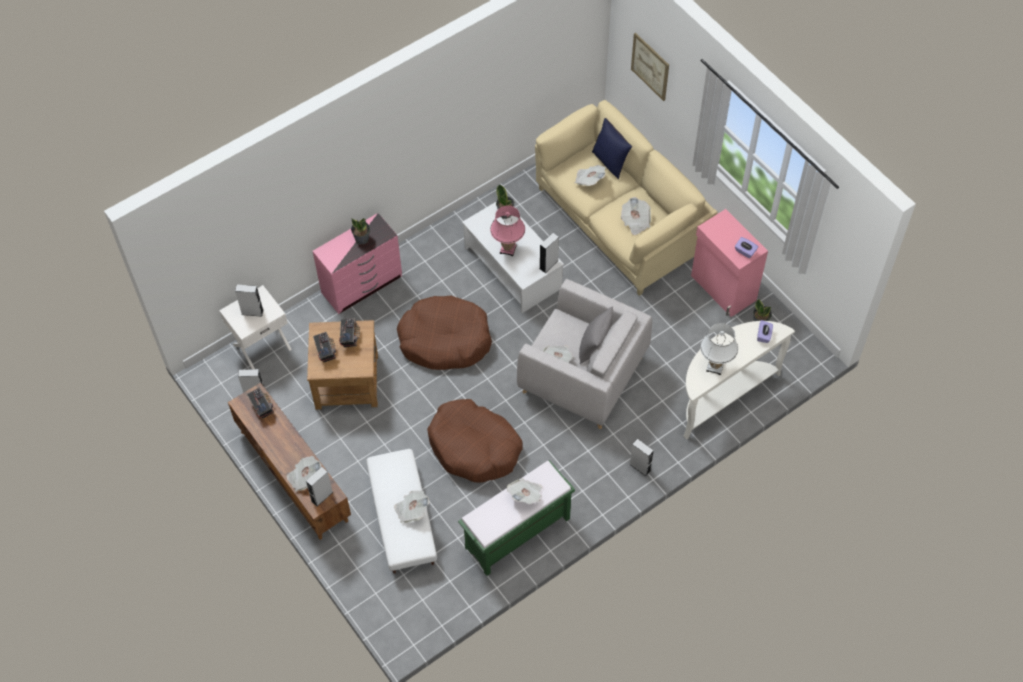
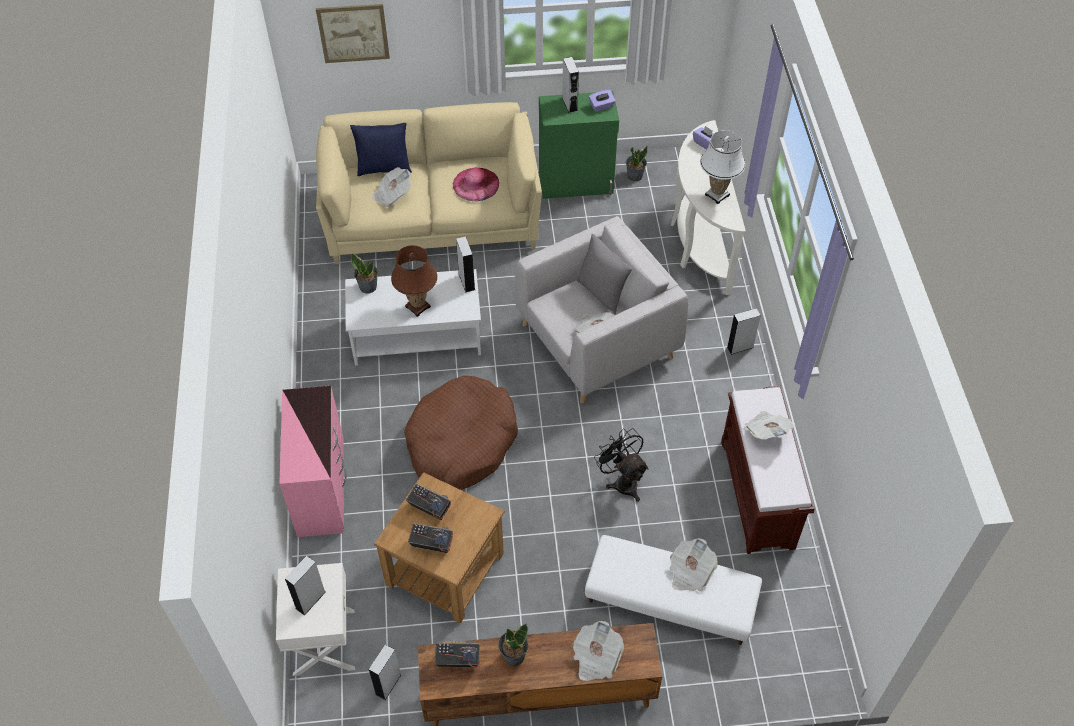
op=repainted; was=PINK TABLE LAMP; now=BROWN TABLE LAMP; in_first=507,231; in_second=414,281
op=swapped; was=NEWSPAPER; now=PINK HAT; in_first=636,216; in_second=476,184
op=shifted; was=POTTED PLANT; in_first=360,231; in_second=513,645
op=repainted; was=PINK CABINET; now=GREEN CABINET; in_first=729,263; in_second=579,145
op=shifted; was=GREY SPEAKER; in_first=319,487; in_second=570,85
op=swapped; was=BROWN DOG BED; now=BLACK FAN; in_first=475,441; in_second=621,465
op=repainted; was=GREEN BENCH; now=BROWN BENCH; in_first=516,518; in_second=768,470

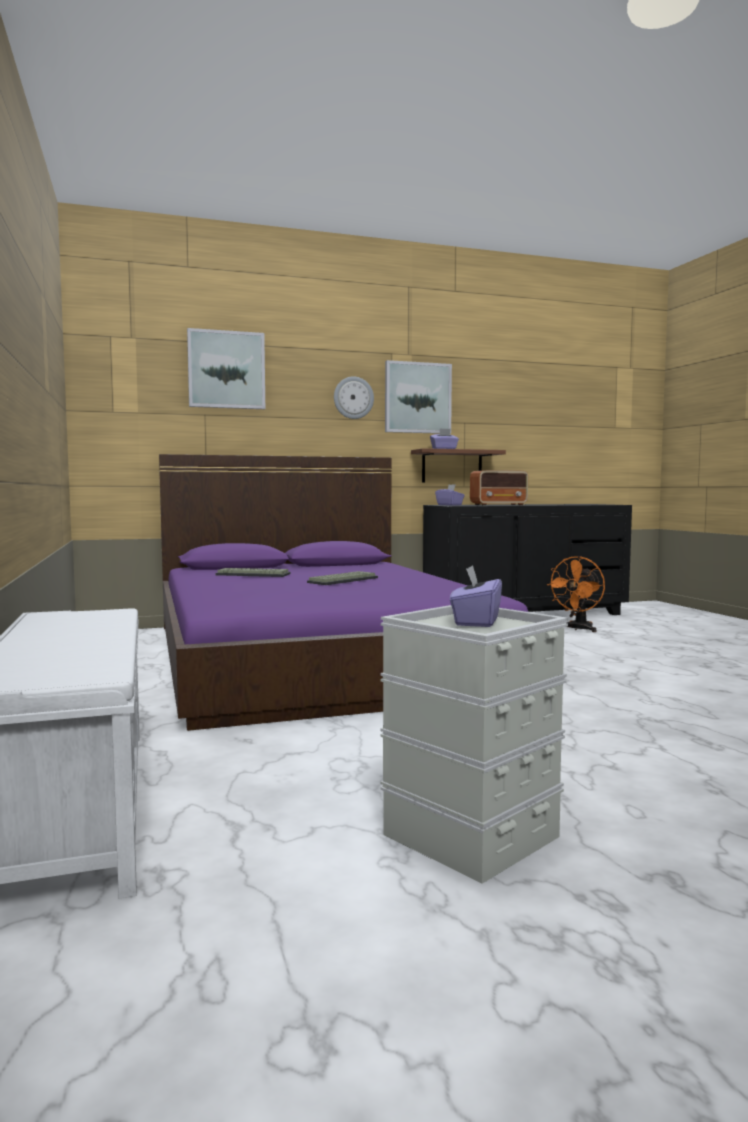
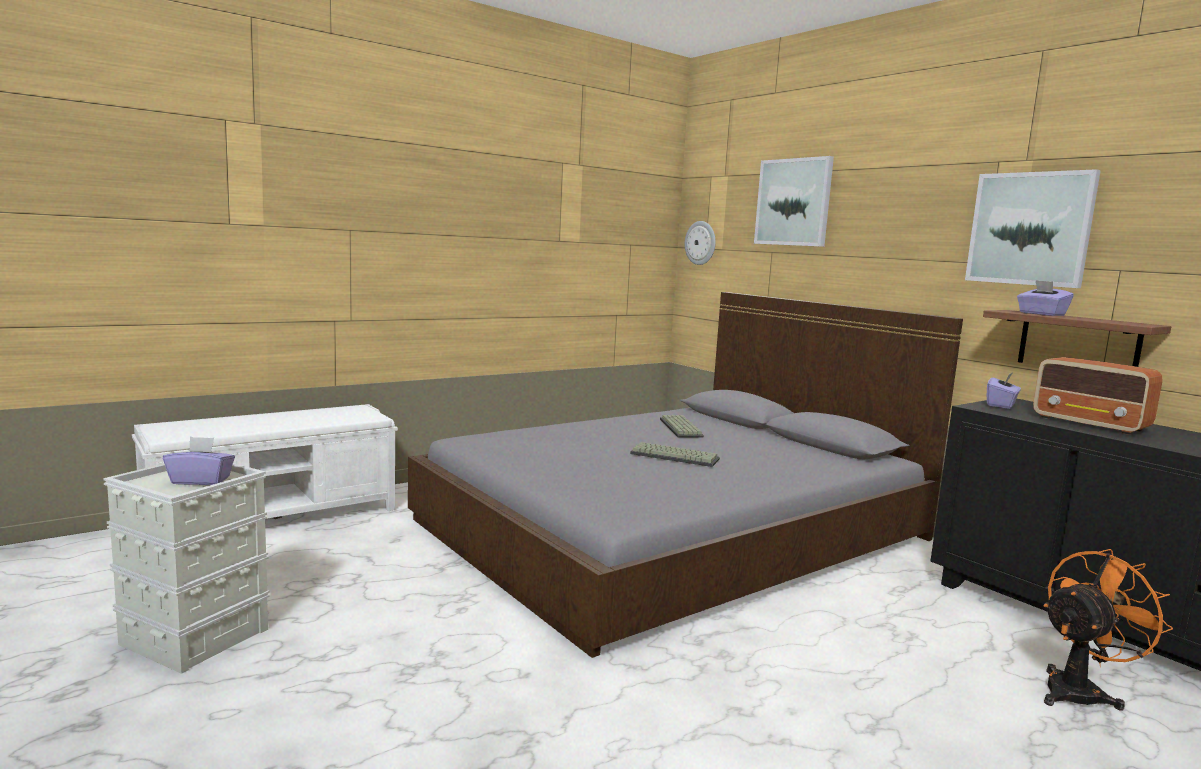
op=repainted; was=PURPLE BED; now=GREY BED; in_first=343,592; in_second=685,475
op=shifted; was=WALL CLOCK; in_first=354,397; in_second=700,243
op=rotated; was=ORANGE FAN; in_first=576,594; in_second=1108,630; clockwise=135

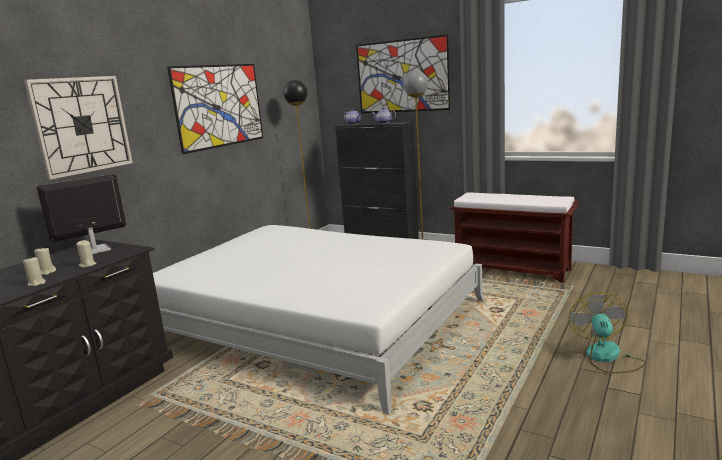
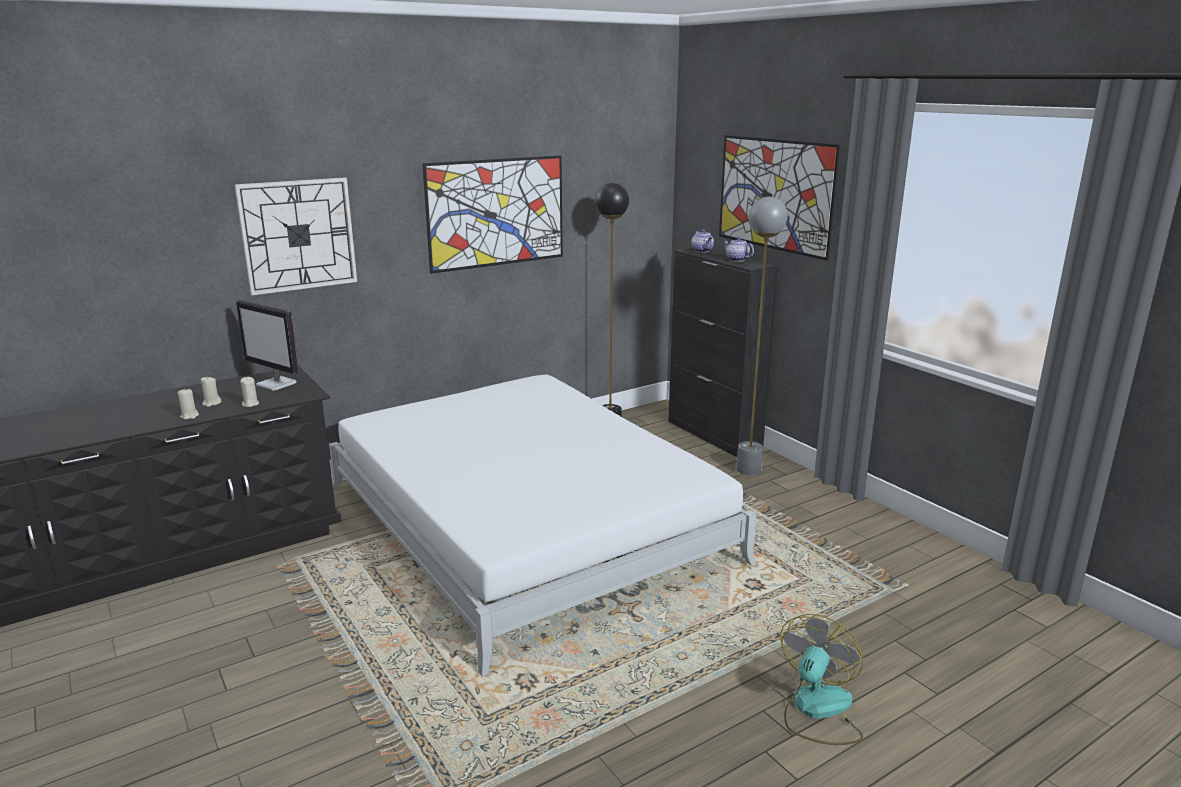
op=rotated; was=MONITOR; in_first=81,213; in_second=267,345; clockwise=-135
op=gone; was=BROWN BENCH; in_first=514,237

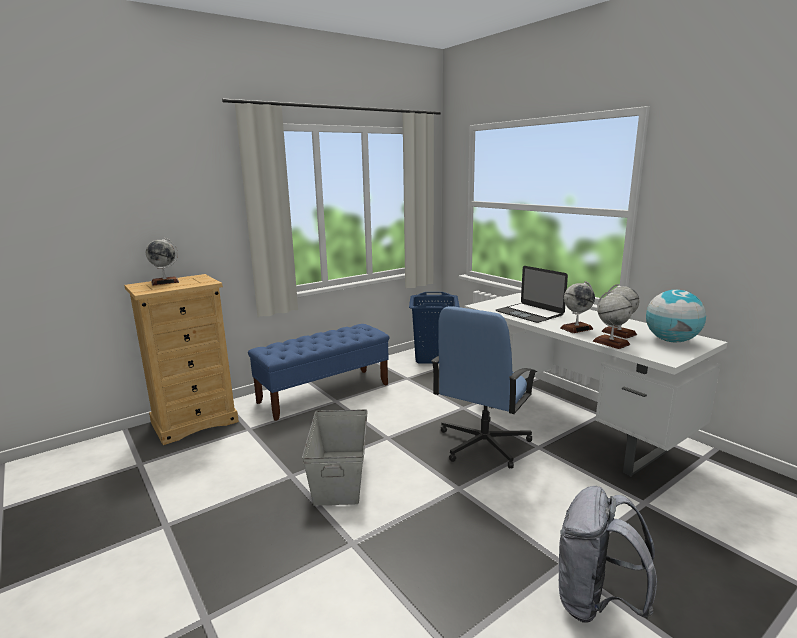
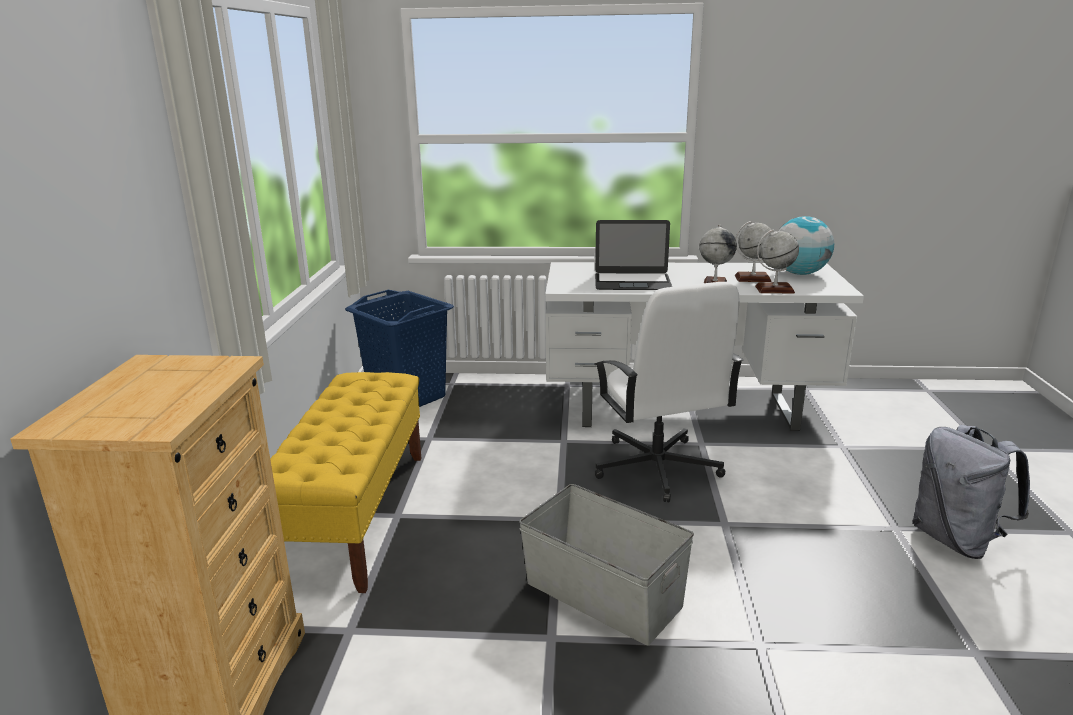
op=repainted; was=BLUE BENCH; now=YELLOW BENCH; in_first=318,372; in_second=345,482
op=repainted; was=BLUE OFFICE CHAIR; now=WHITE OFFICE CHAIR; in_first=484,387; in_second=669,392
op=gone; was=GLOBE; in_first=162,262

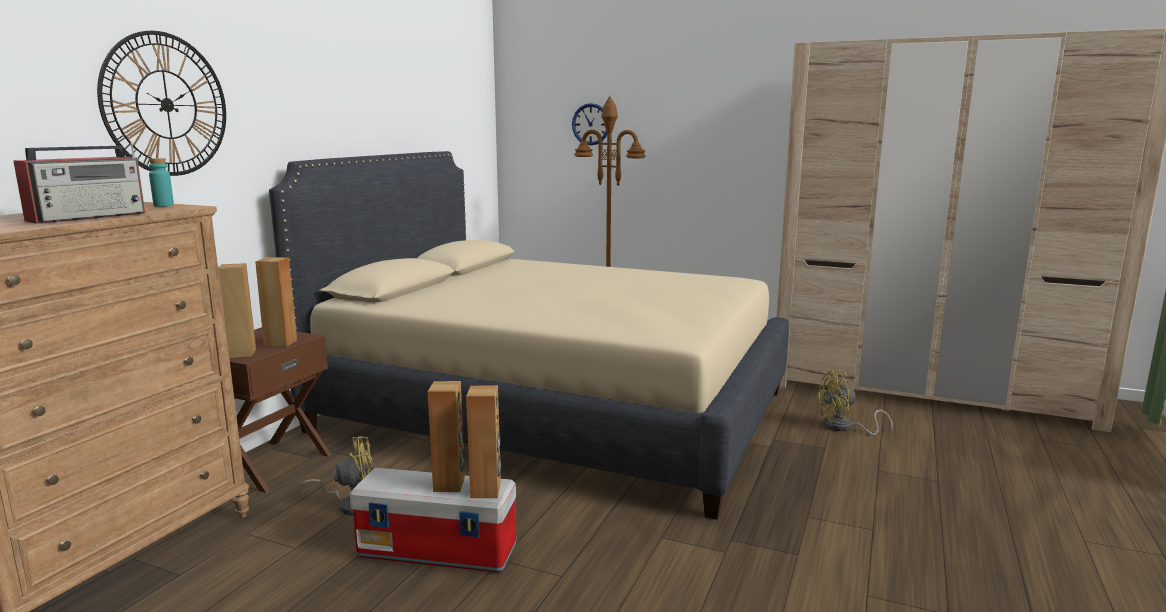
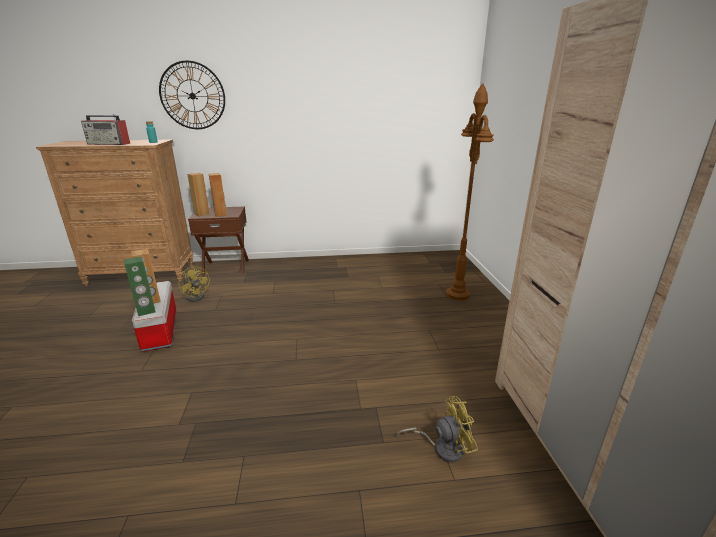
op=repainted; was=BROWN SPEAKER; now=GREEN SPEAKER; in_first=483,441; in_second=140,286
op=rotated; was=YELLOW FAN; in_first=853,402; in_second=437,429; clockwise=120
op=gone; was=BEIGE BED; in_first=529,335
op=gone; was=WALL CLOCK; in_first=589,124

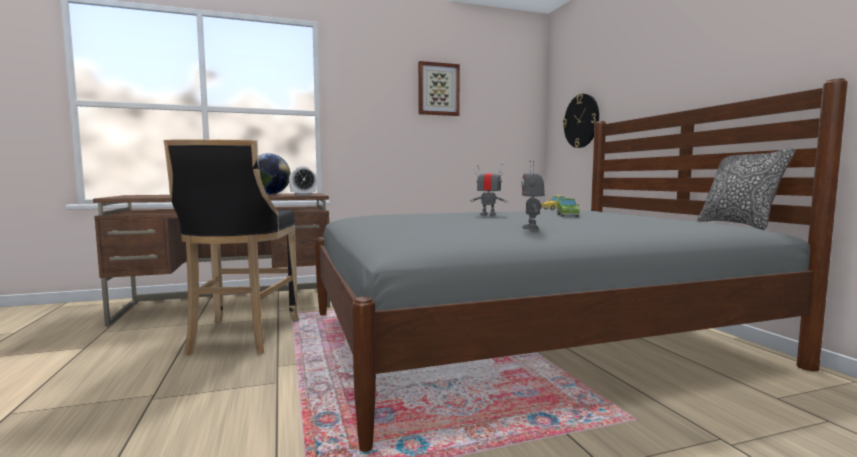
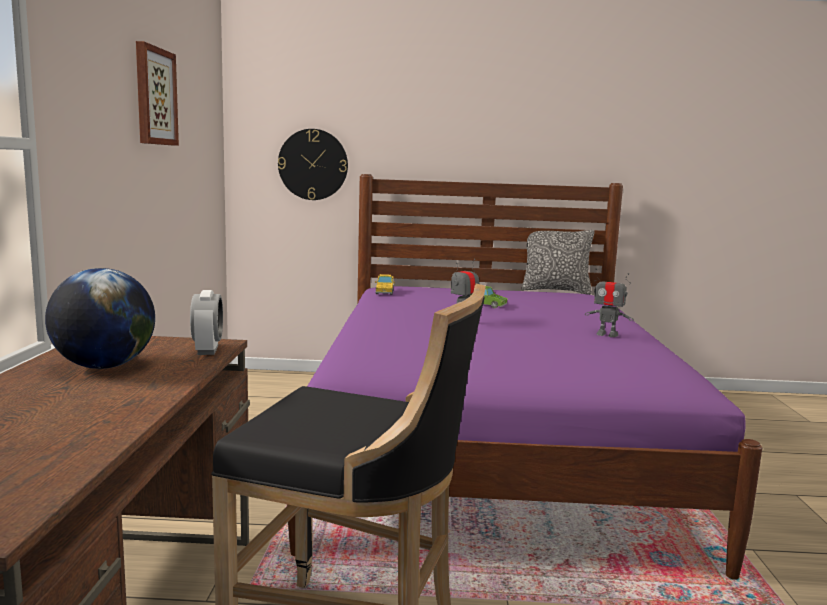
op=repainted; was=GREY BED; now=PURPLE BED; in_first=581,265; in_second=524,377

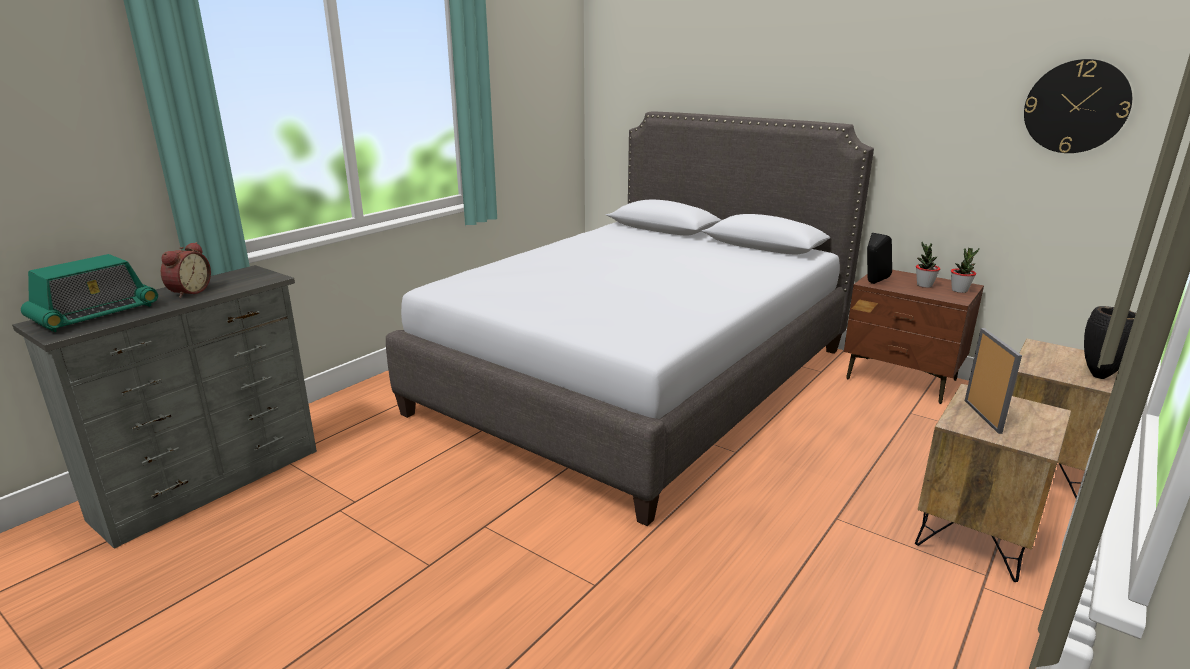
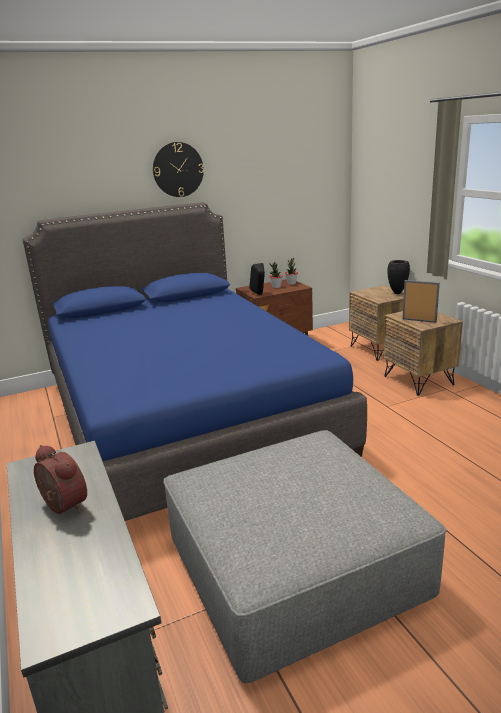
op=repainted; was=GREY BED; now=BLUE BED; in_first=630,318; in_second=194,361
op=shifted; was=WALL CLOCK; in_first=1078,106; in_second=178,169
op=new; now=GREY OTTOMAN; in_second=305,557
op=gone; was=RADIO; in_first=89,293

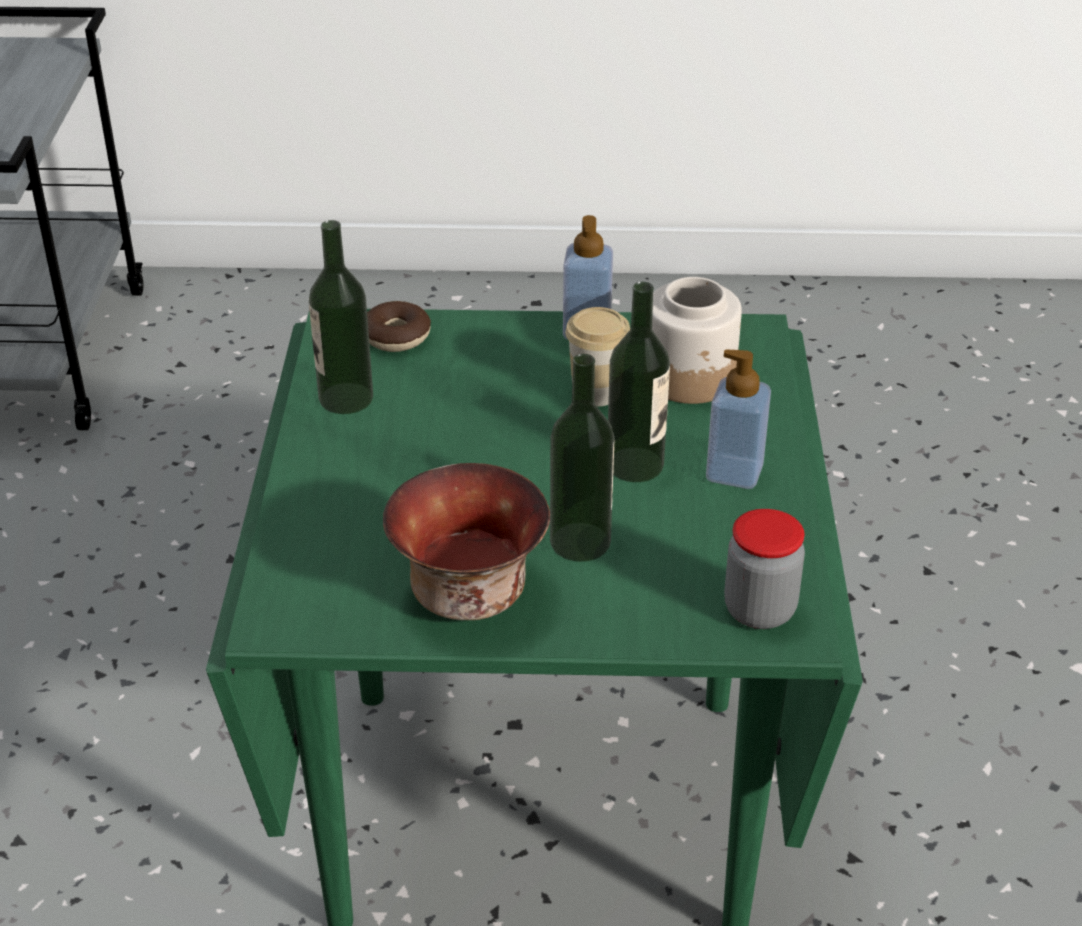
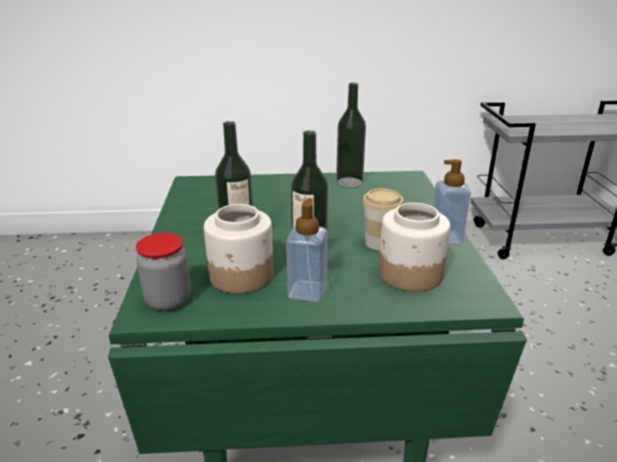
op=new; now=JAR; in_second=238,249
op=gone; was=DONUT; in_first=399,326
op=gone; was=BOWL; in_first=466,541

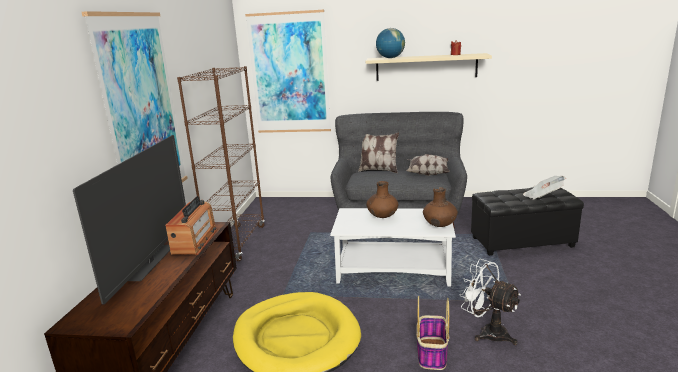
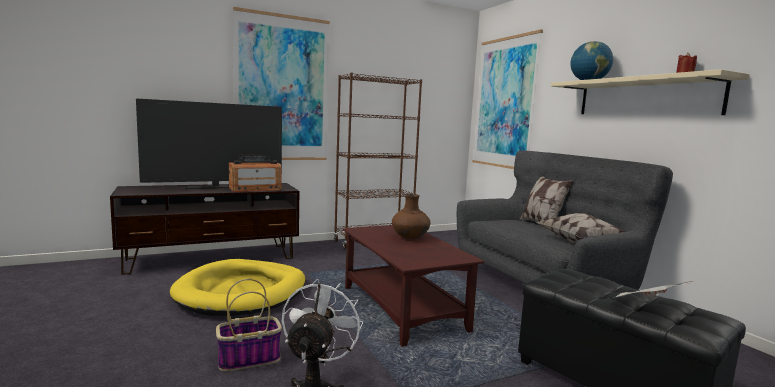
op=repainted; was=WHITE COFFEE TABLE; now=BROWN COFFEE TABLE; in_first=393,247; in_second=413,286
op=gone; was=BROWN VASE; in_first=440,207

